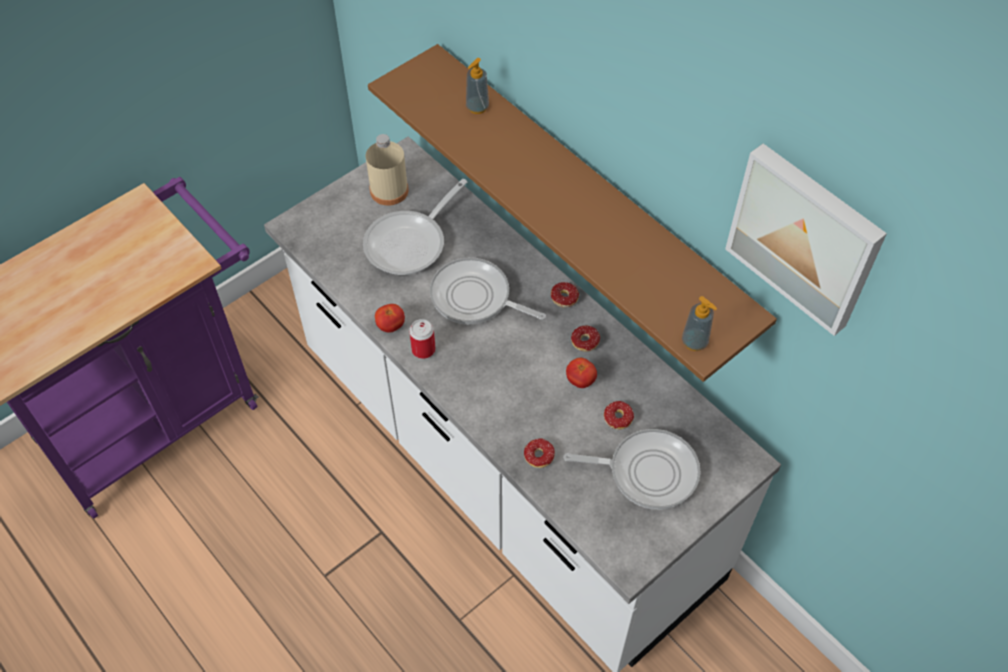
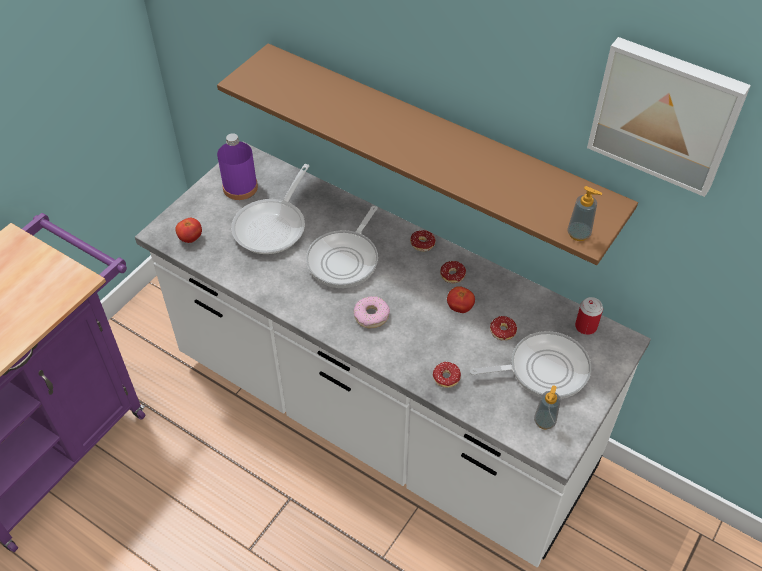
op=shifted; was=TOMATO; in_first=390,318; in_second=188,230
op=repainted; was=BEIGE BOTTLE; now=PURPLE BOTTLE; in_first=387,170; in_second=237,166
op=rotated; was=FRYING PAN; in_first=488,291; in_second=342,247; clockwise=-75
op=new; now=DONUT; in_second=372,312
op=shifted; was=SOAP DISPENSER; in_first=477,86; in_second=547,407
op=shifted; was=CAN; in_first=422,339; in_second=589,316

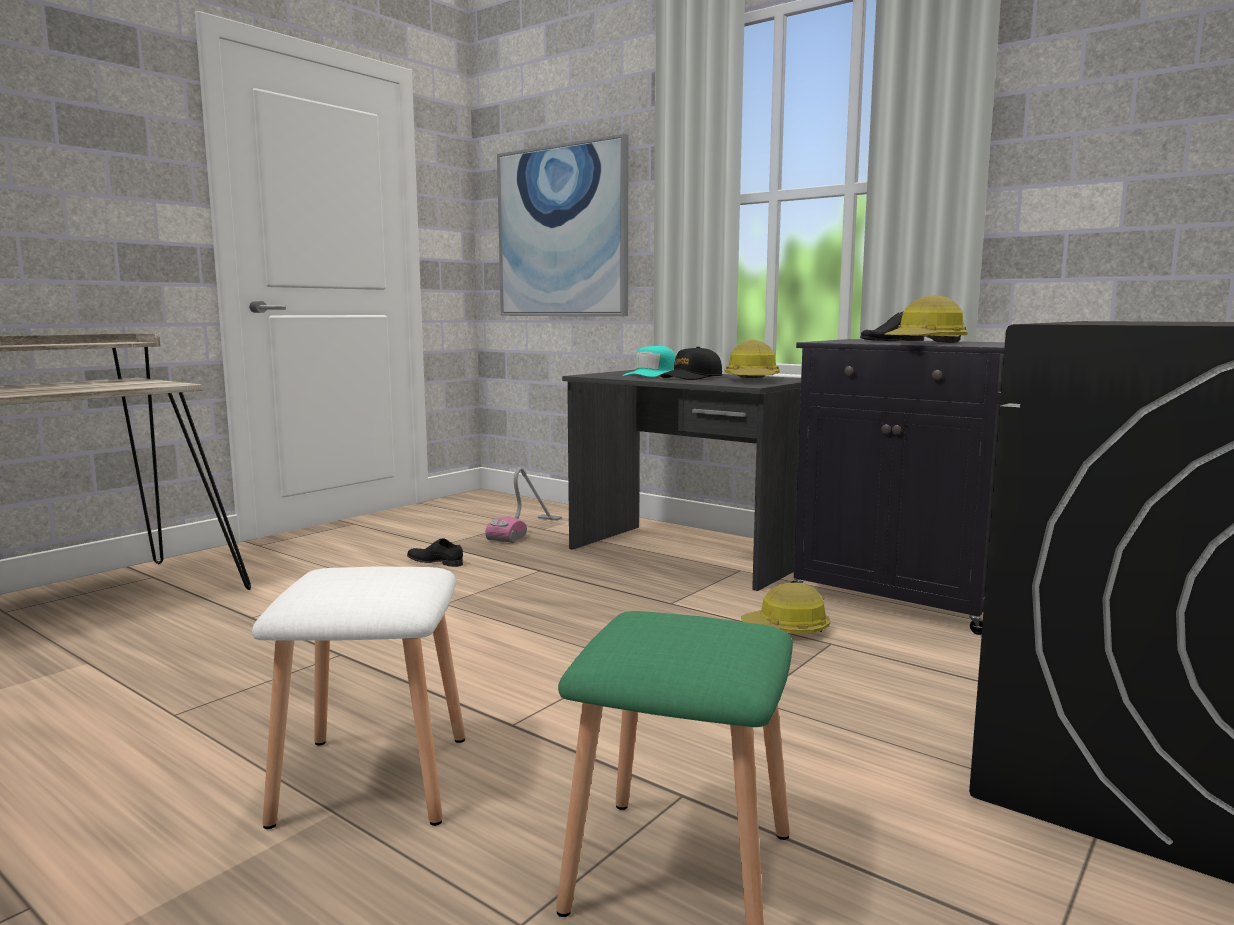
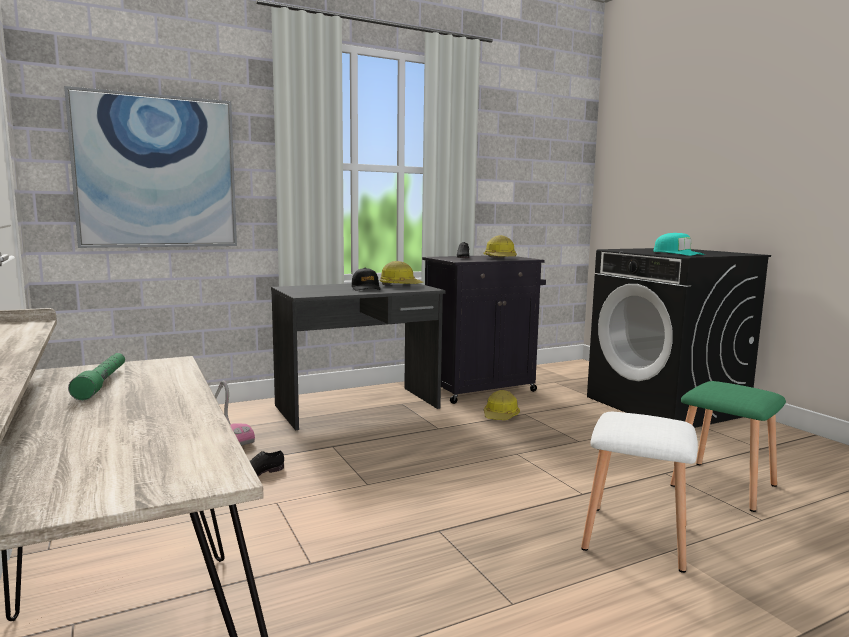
op=new; now=GREEN FLASHLIGHT; in_second=96,376
op=shifted; was=TURQUOISE CAP; in_first=649,361; in_second=679,244

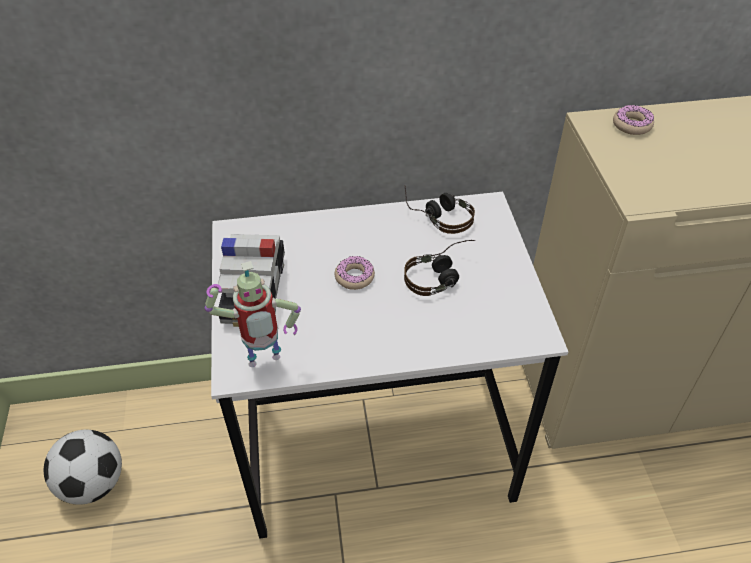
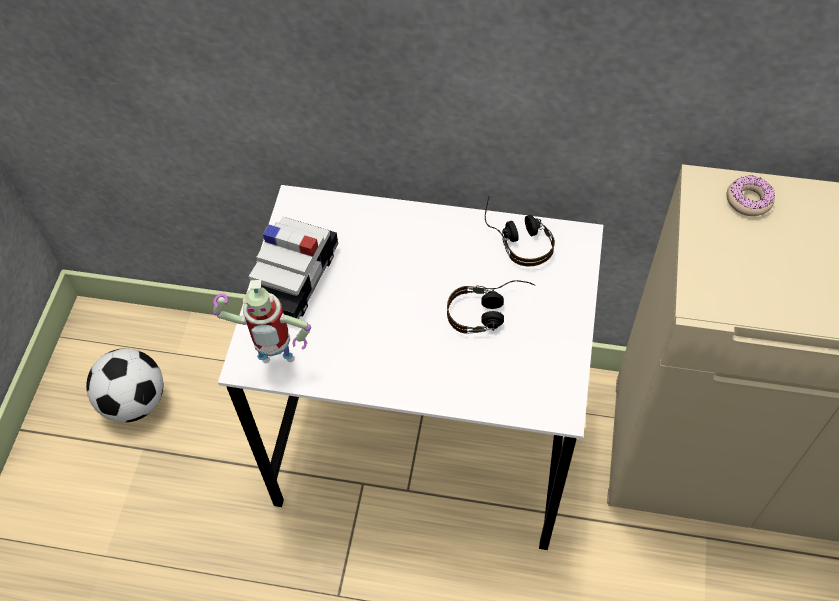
op=gone; was=DONUT; in_first=355,273

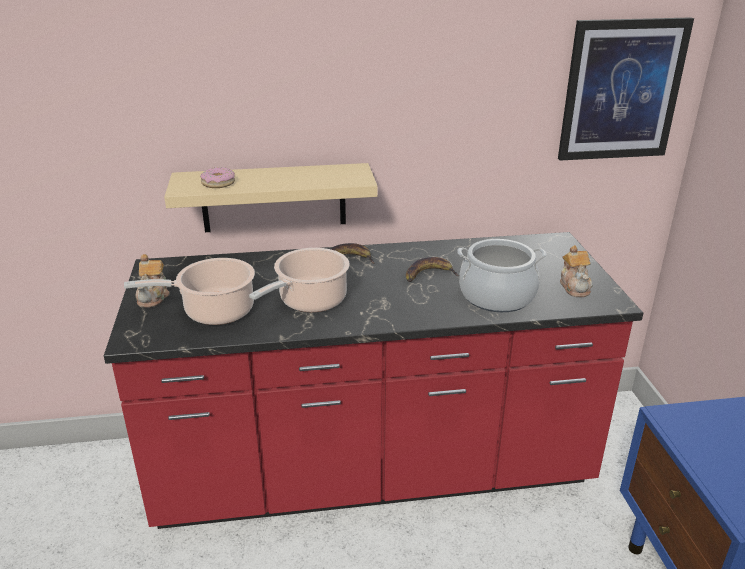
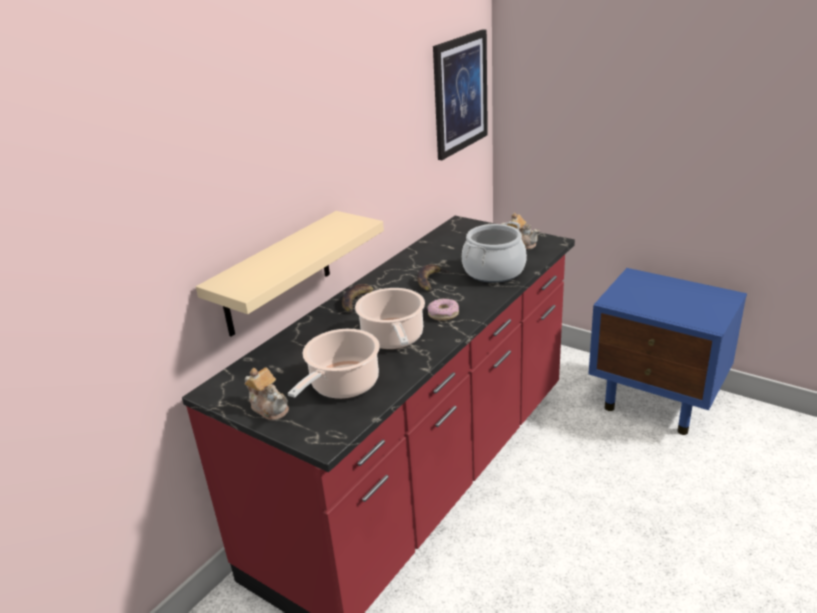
op=shifted; was=DONUT; in_first=217,177; in_second=443,310

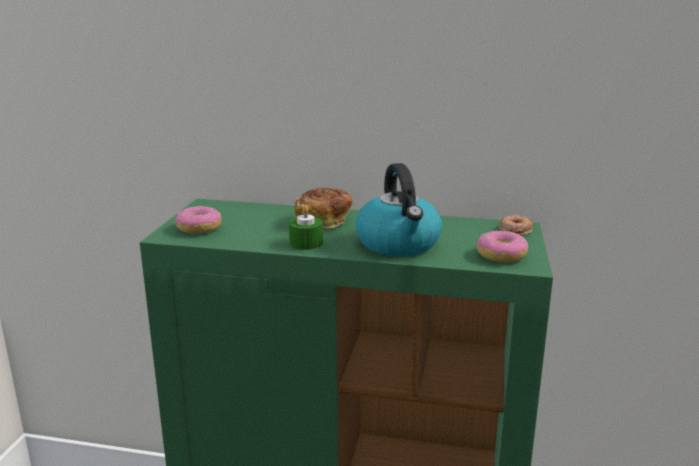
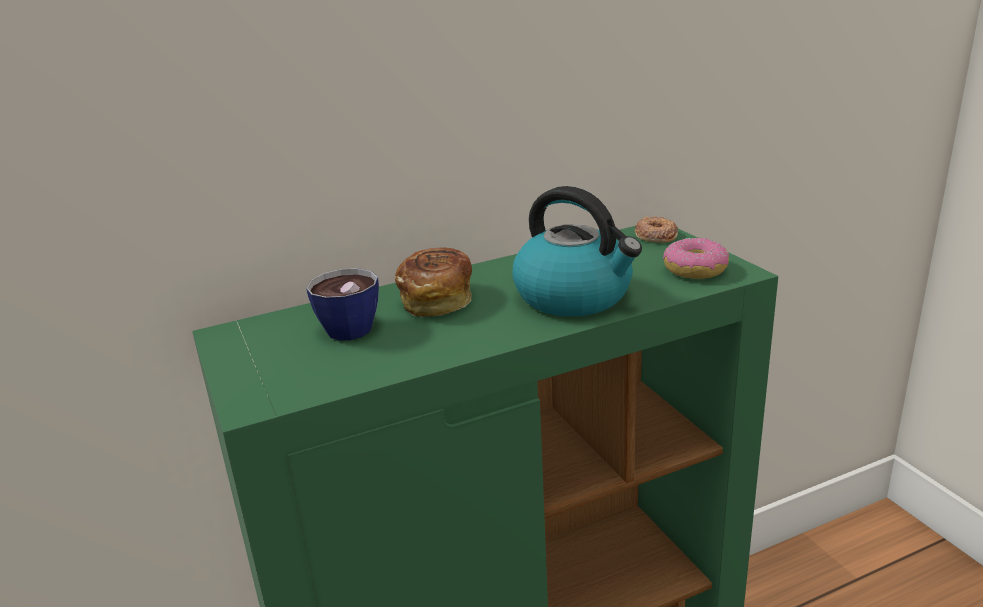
op=new; now=CUP; in_second=342,304
op=gone; was=DONUT; in_first=198,220
op=gone; was=GREEN CANDLE; in_first=306,227

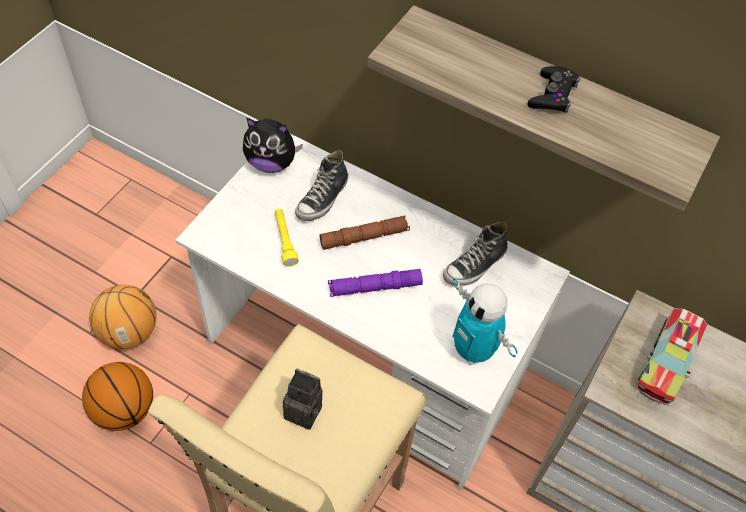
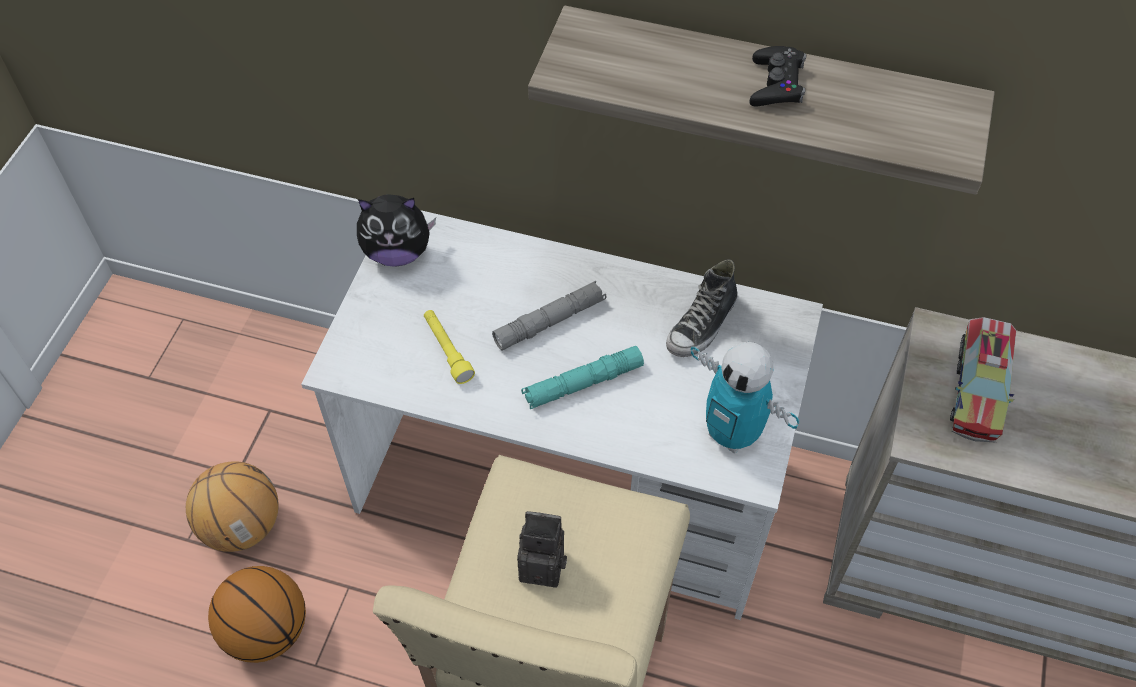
op=repainted; was=BROWN FLASHLIGHT; now=GREY FLASHLIGHT; in_first=365,232; in_second=549,316
op=repainted; was=PURPLE FLASHLIGHT; now=TURQUOISE FLASHLIGHT; in_first=375,283; in_second=582,377
op=gone; was=SHOE; in_first=321,185

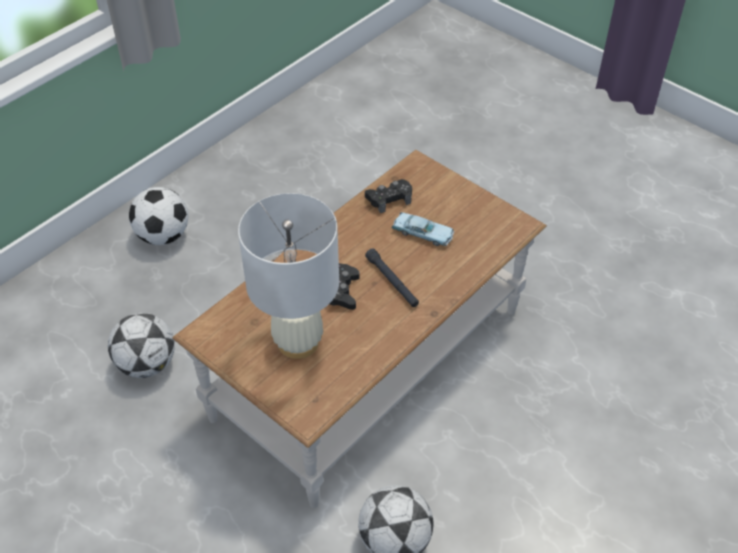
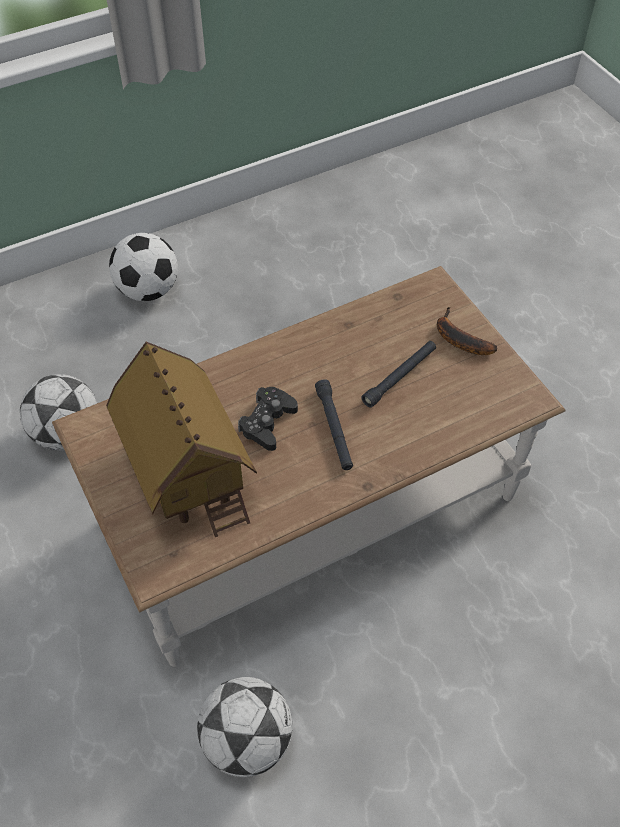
op=swapped; was=WHITE TABLE LAMP; now=TOY HOUSE; in_first=288,276; in_second=181,439
op=swapped; was=BLUE TOY CAR; now=BLACK FLASHLIGHT; in_first=423,229; in_second=398,374
op=new; now=BANANA; in_second=467,331
op=gone; was=BLACK GAME CONTROLLER; in_first=388,196

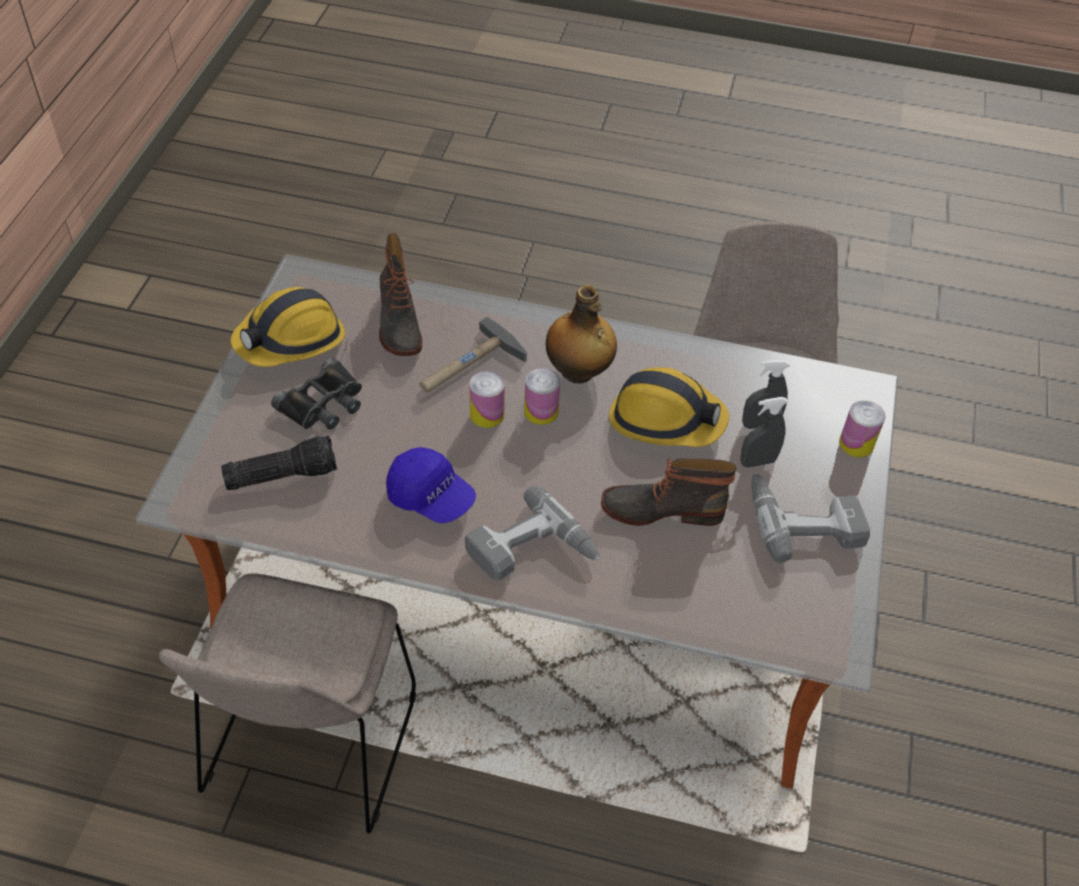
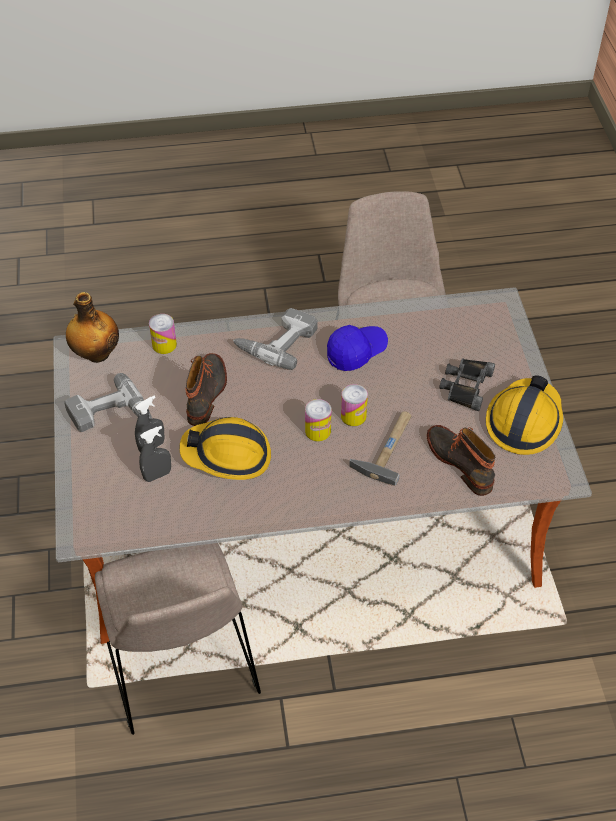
op=shifted; was=BOTTLE; in_first=581,334; in_second=92,327
op=shifted; was=CAN; in_first=862,428; in_second=163,334
op=rotated; was=BOOT; in_first=669,492; in_second=206,389; clockwise=-60
op=rotated; was=BLUE CAP; in_first=431,485; in_second=357,348; clockwise=135
op=gone; was=FLASHLIGHT; in_first=279,463

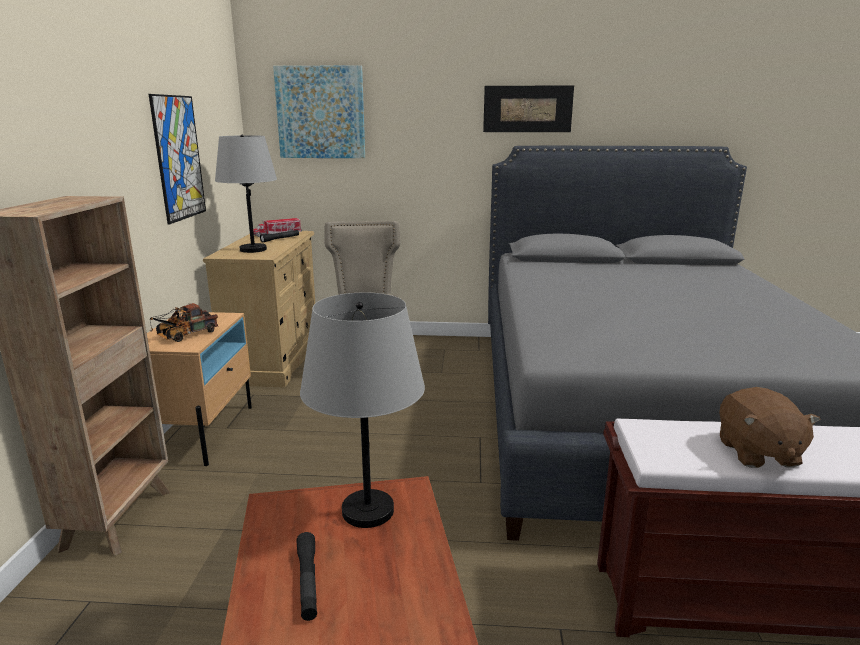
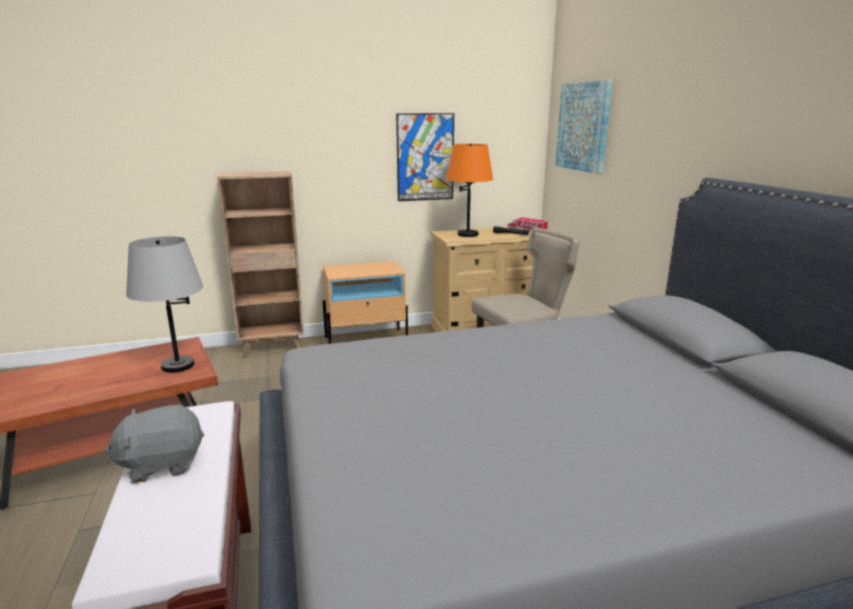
op=repainted; was=BROWN PLUSH TOY; now=GREY PLUSH TOY; in_first=769,427; in_second=154,443
op=repainted; was=GREY TABLE LAMP; now=ORANGE TABLE LAMP; in_first=246,194; in_second=469,190
op=gone; was=TOY TRUCK; in_first=184,322
op=gone; was=BLACK FLASHLIGHT; in_first=307,576
op=gone; was=PICTURE; in_first=528,109

